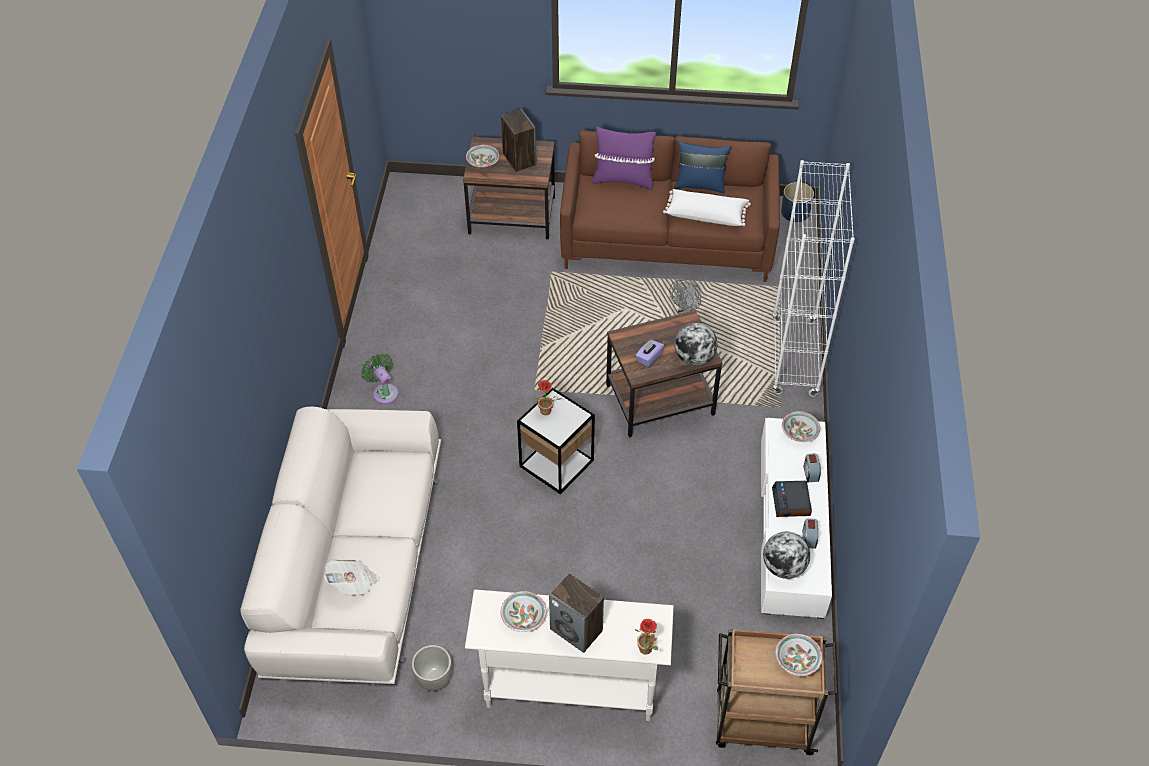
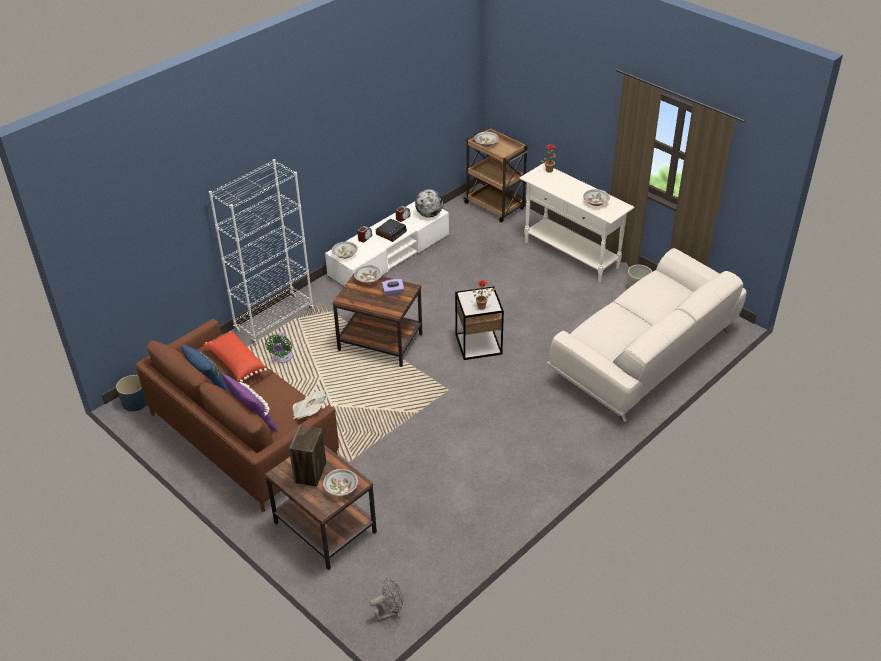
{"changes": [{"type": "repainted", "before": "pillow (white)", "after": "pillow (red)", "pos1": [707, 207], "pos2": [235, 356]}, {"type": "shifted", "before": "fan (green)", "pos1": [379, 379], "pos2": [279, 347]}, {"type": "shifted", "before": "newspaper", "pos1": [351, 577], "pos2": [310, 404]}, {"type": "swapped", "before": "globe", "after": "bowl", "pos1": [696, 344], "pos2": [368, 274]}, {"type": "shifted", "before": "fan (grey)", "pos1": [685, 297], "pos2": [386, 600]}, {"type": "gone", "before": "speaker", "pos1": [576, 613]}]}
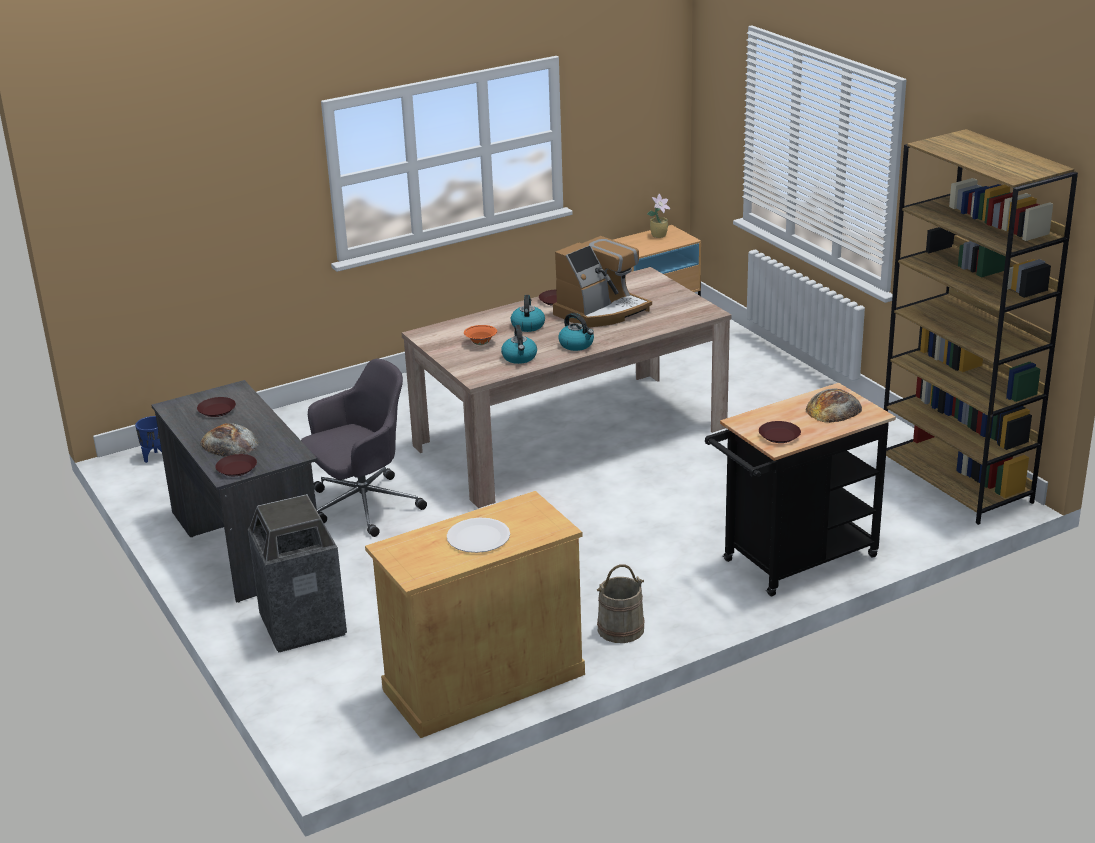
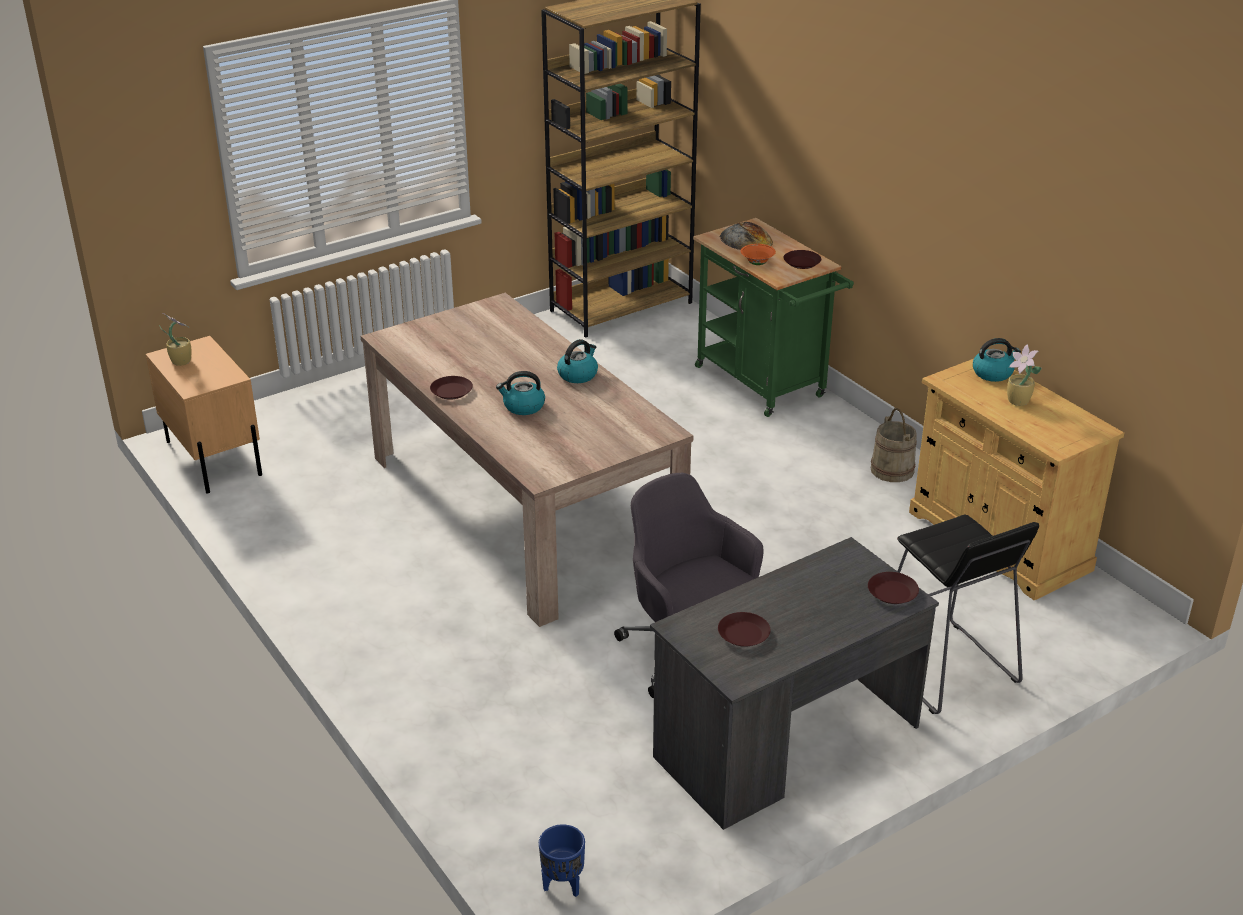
{"changes": [{"type": "repainted", "before": "cart (black)", "after": "cart (green)", "pos1": [800, 489], "pos2": [773, 317]}, {"type": "shifted", "before": "bowl (orange)", "pos1": [480, 335], "pos2": [758, 254]}, {"type": "swapped", "before": "trash can", "after": "stool (black)", "pos1": [297, 573], "pos2": [968, 614]}, {"type": "shifted", "before": "kettle", "pos1": [519, 344], "pos2": [997, 360]}, {"type": "swapped", "before": "plate (white)", "after": "potted plant", "pos1": [478, 535], "pos2": [1024, 375]}, {"type": "gone", "before": "bread", "pos1": [229, 440]}, {"type": "gone", "before": "coffee machine", "pos1": [602, 282]}]}
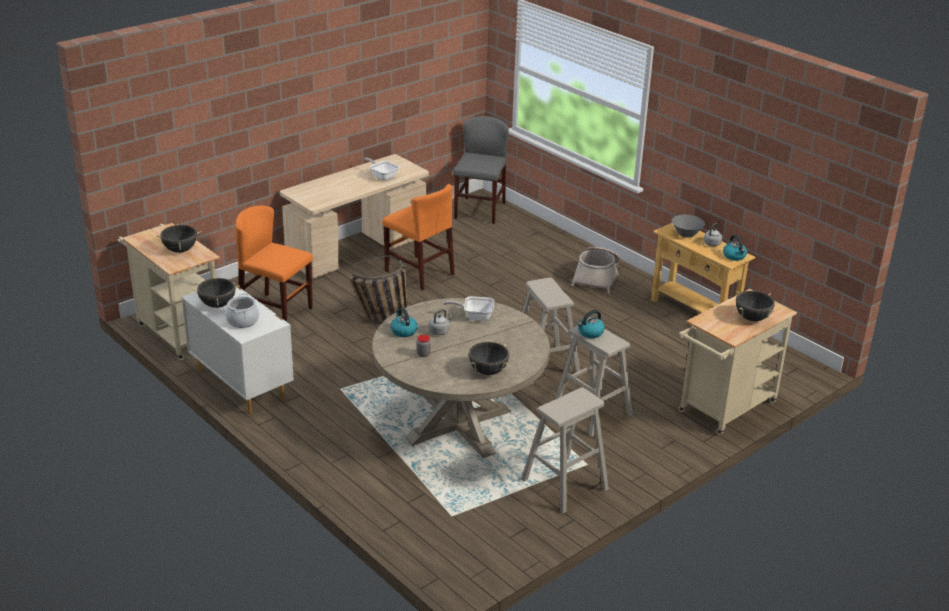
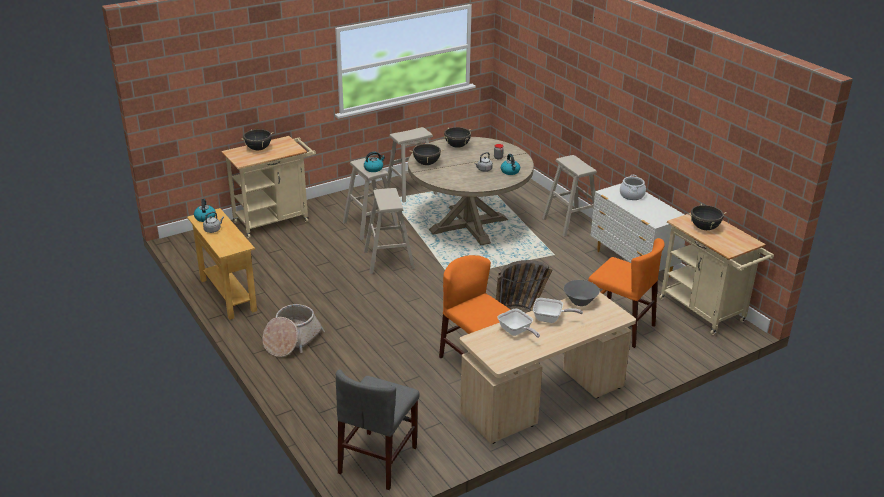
{"changes": [{"type": "shifted", "before": "cooking pot (black)", "pos1": [216, 292], "pos2": [426, 154]}, {"type": "shifted", "before": "frying pan", "pos1": [468, 308], "pos2": [558, 310]}, {"type": "new", "after": "stool (beige)", "pos2": [569, 196]}, {"type": "shifted", "before": "bowl (grey)", "pos1": [688, 226], "pos2": [582, 293]}]}
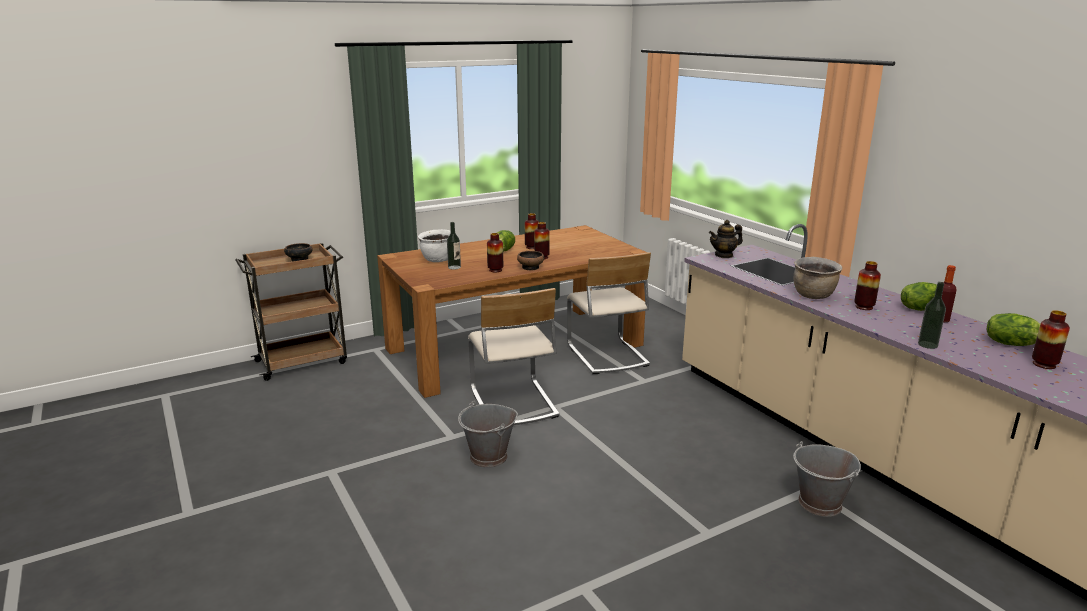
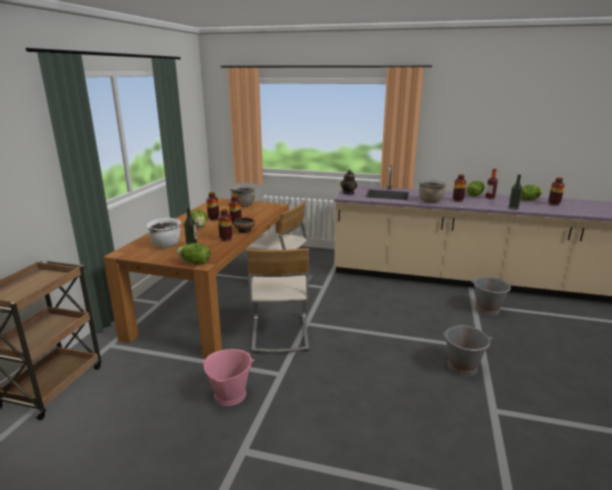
{"changes": [{"type": "new", "after": "lettuce", "pos2": [193, 254]}, {"type": "new", "after": "bucket (pink)", "pos2": [228, 377]}, {"type": "new", "after": "cooking pot (brown)", "pos2": [242, 196]}, {"type": "rotated", "before": "chair (beige)", "pos1": [513, 356], "pos2": [278, 300], "turn": 60}, {"type": "shifted", "before": "bucket (grey)", "pos1": [488, 434], "pos2": [468, 350]}, {"type": "gone", "before": "bowl", "pos1": [298, 252]}]}
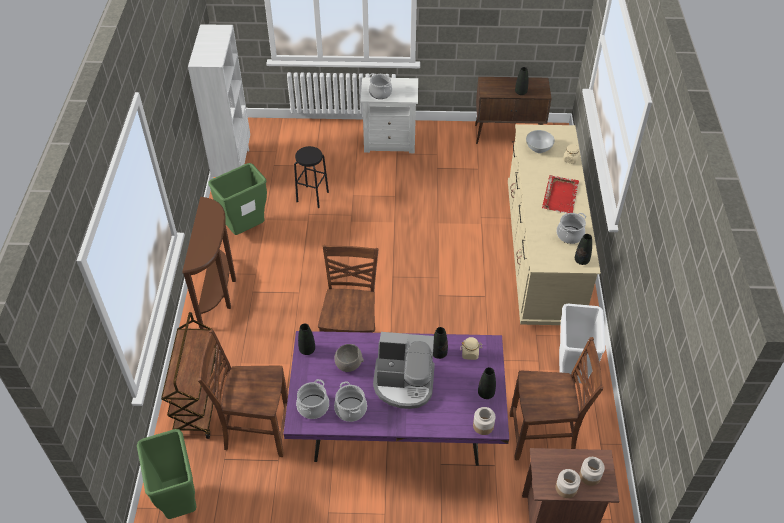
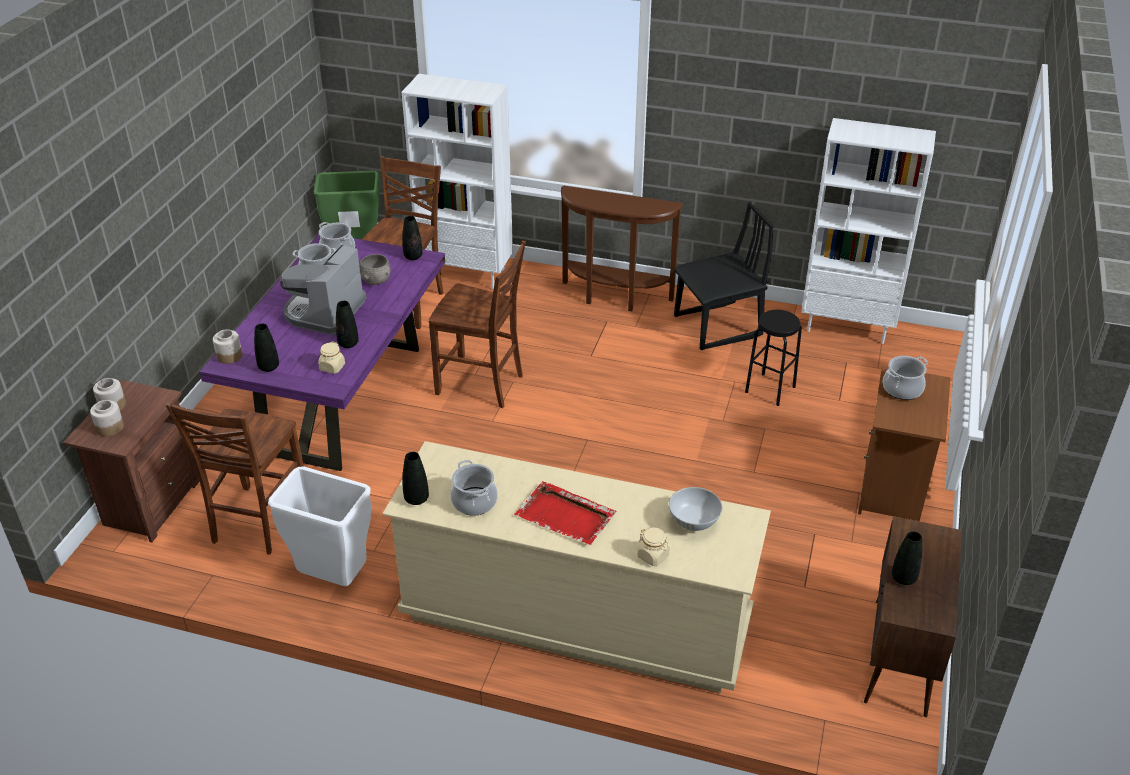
{"changes": [{"type": "swapped", "before": "cart (brown)", "after": "bookcase (white)", "pos1": [191, 375], "pos2": [457, 181]}, {"type": "swapped", "before": "trash can (green)", "after": "chair (black)", "pos1": [237, 199], "pos2": [724, 276]}, {"type": "repainted", "before": "nightstand (white)", "after": "nightstand (brown)", "pos1": [389, 115], "pos2": [904, 443]}]}
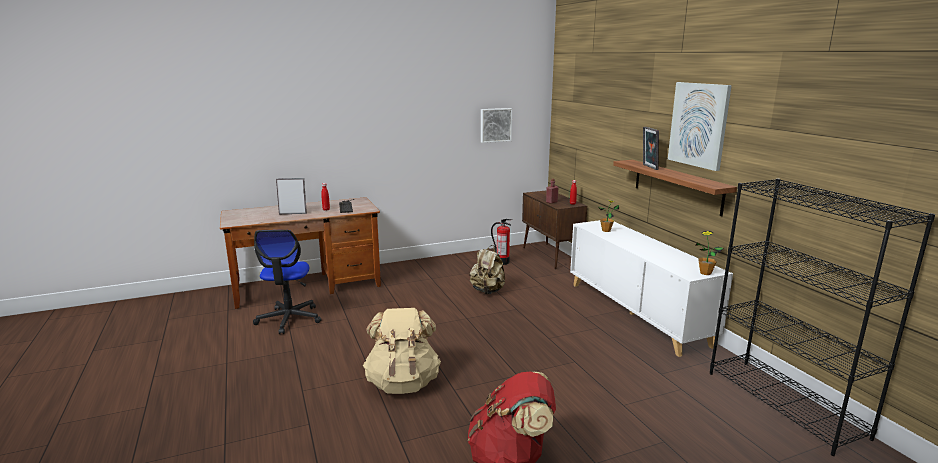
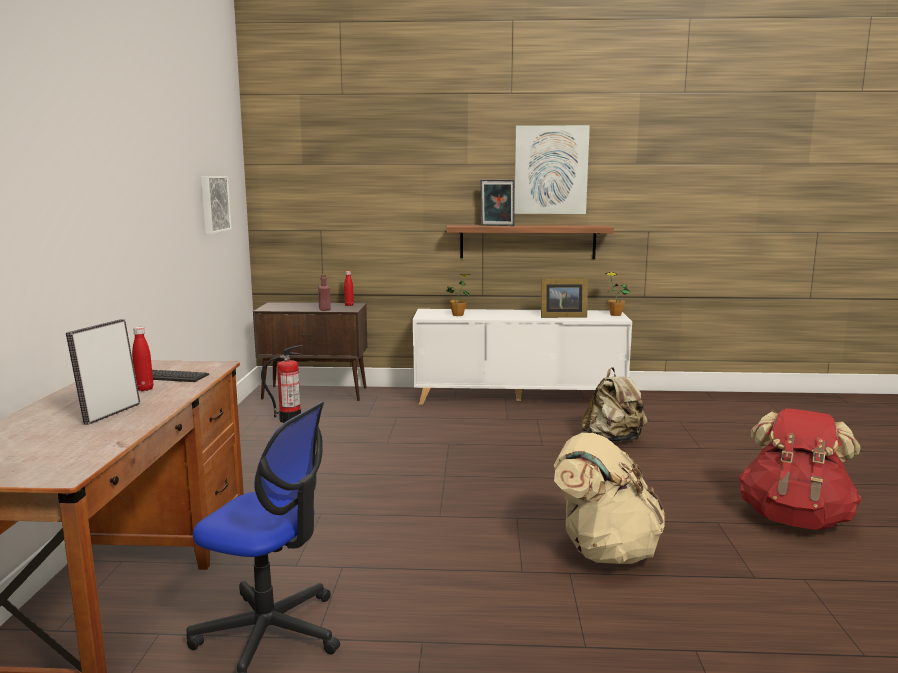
{"changes": [{"type": "new", "after": "picture frame", "pos2": [564, 298]}, {"type": "shifted", "before": "backpack (beige)", "pos1": [487, 269], "pos2": [614, 404]}, {"type": "gone", "before": "bookcase (black)", "pos1": [822, 317]}]}
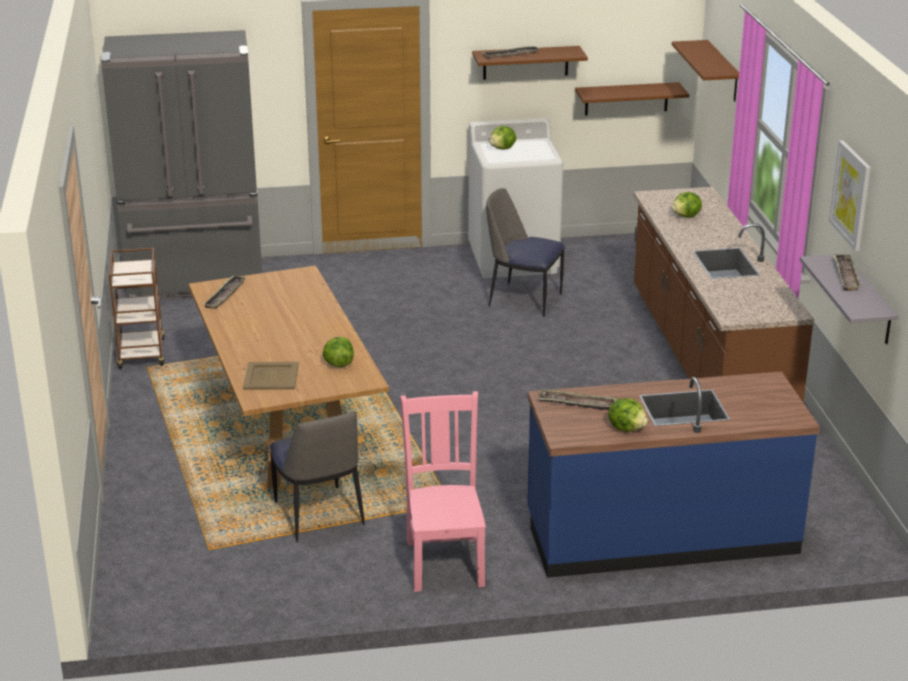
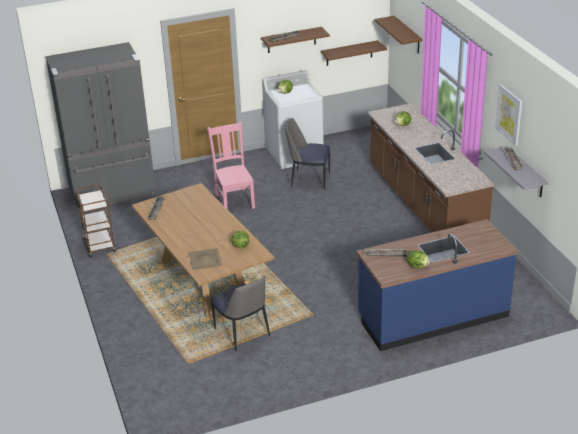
{"changes": [{"type": "shifted", "before": "chair (pink)", "pos1": [443, 491], "pos2": [231, 165]}]}
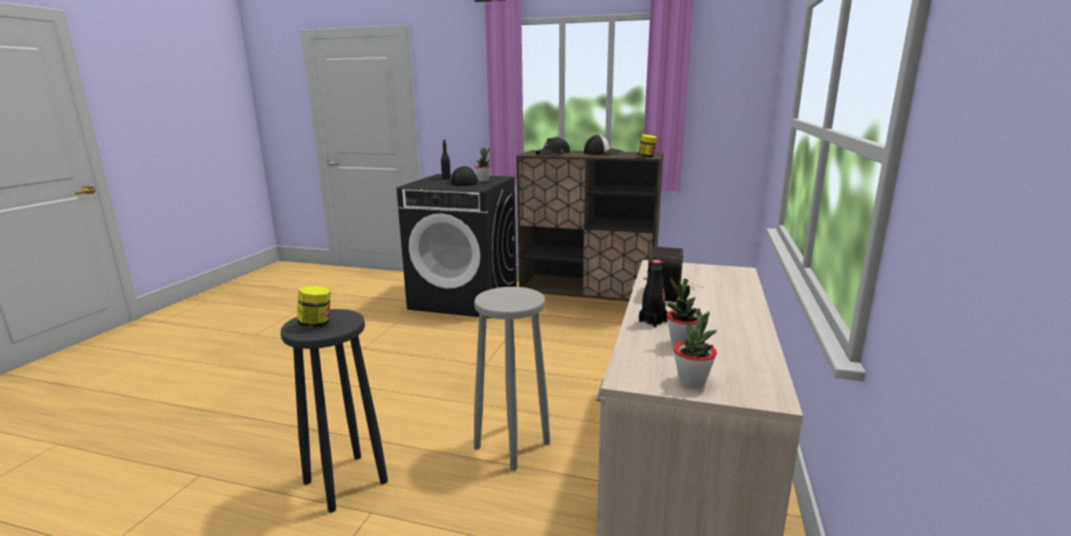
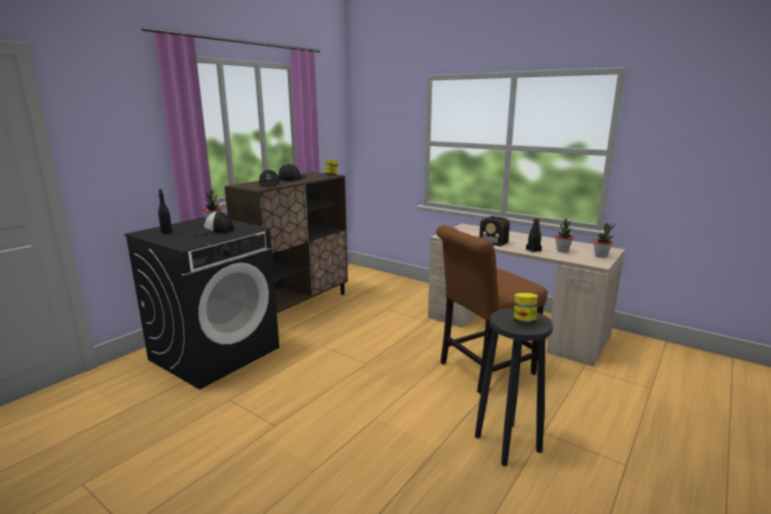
{"changes": [{"type": "swapped", "before": "stool (grey)", "after": "chair (brown)", "pos1": [512, 378], "pos2": [492, 309]}]}
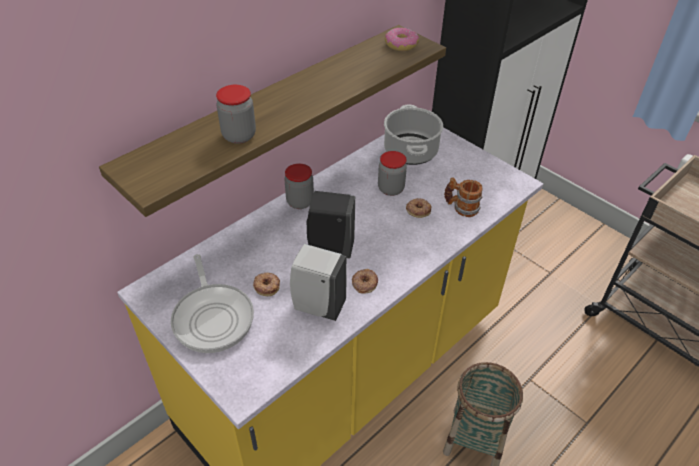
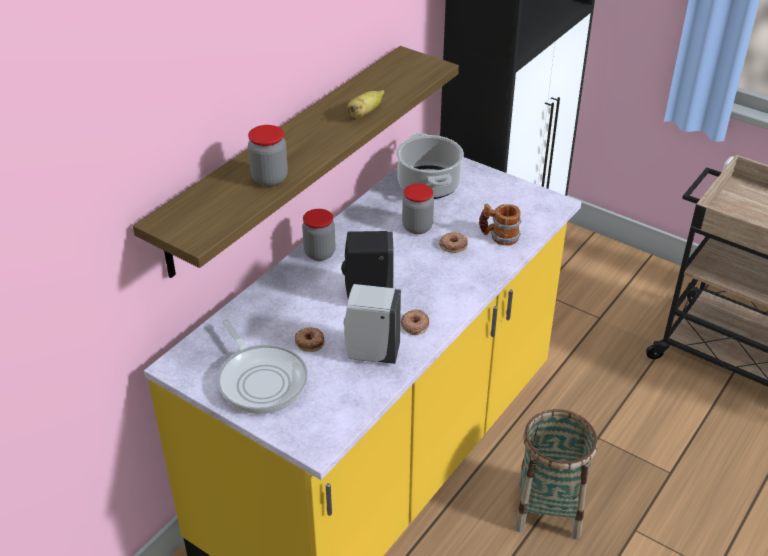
{"changes": [{"type": "new", "after": "banana", "pos2": [365, 104]}, {"type": "gone", "before": "donut", "pos1": [402, 39]}]}
